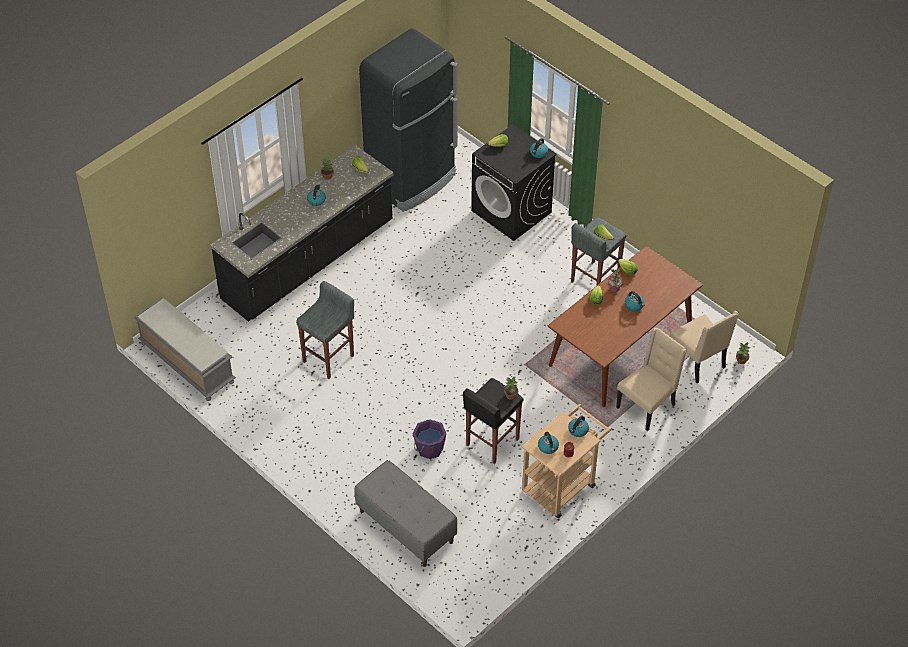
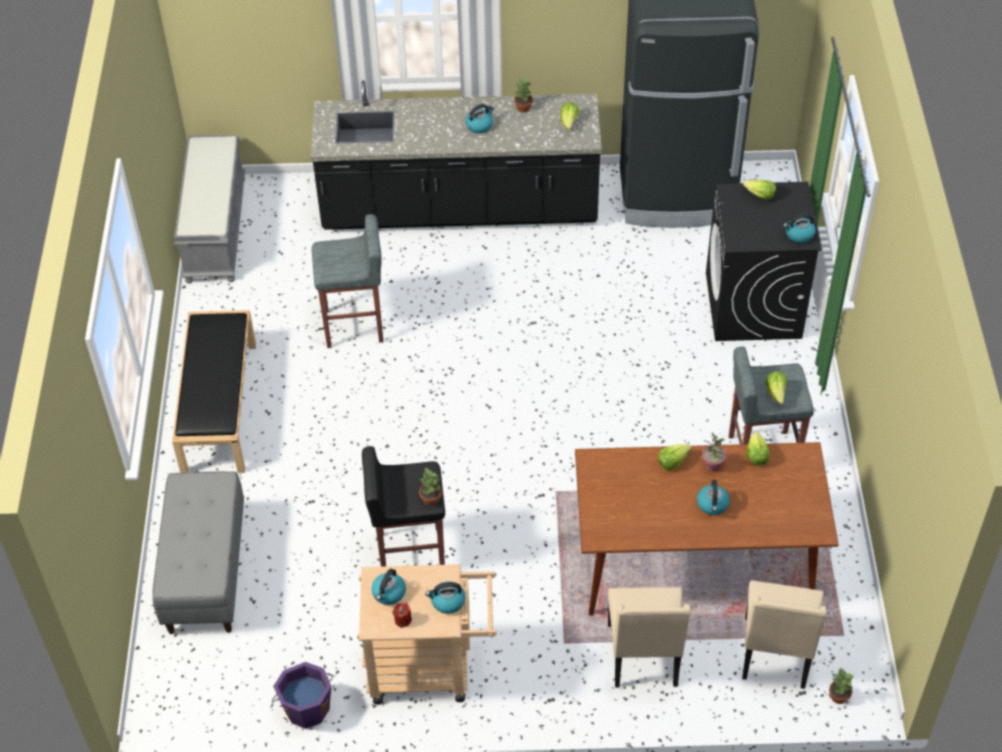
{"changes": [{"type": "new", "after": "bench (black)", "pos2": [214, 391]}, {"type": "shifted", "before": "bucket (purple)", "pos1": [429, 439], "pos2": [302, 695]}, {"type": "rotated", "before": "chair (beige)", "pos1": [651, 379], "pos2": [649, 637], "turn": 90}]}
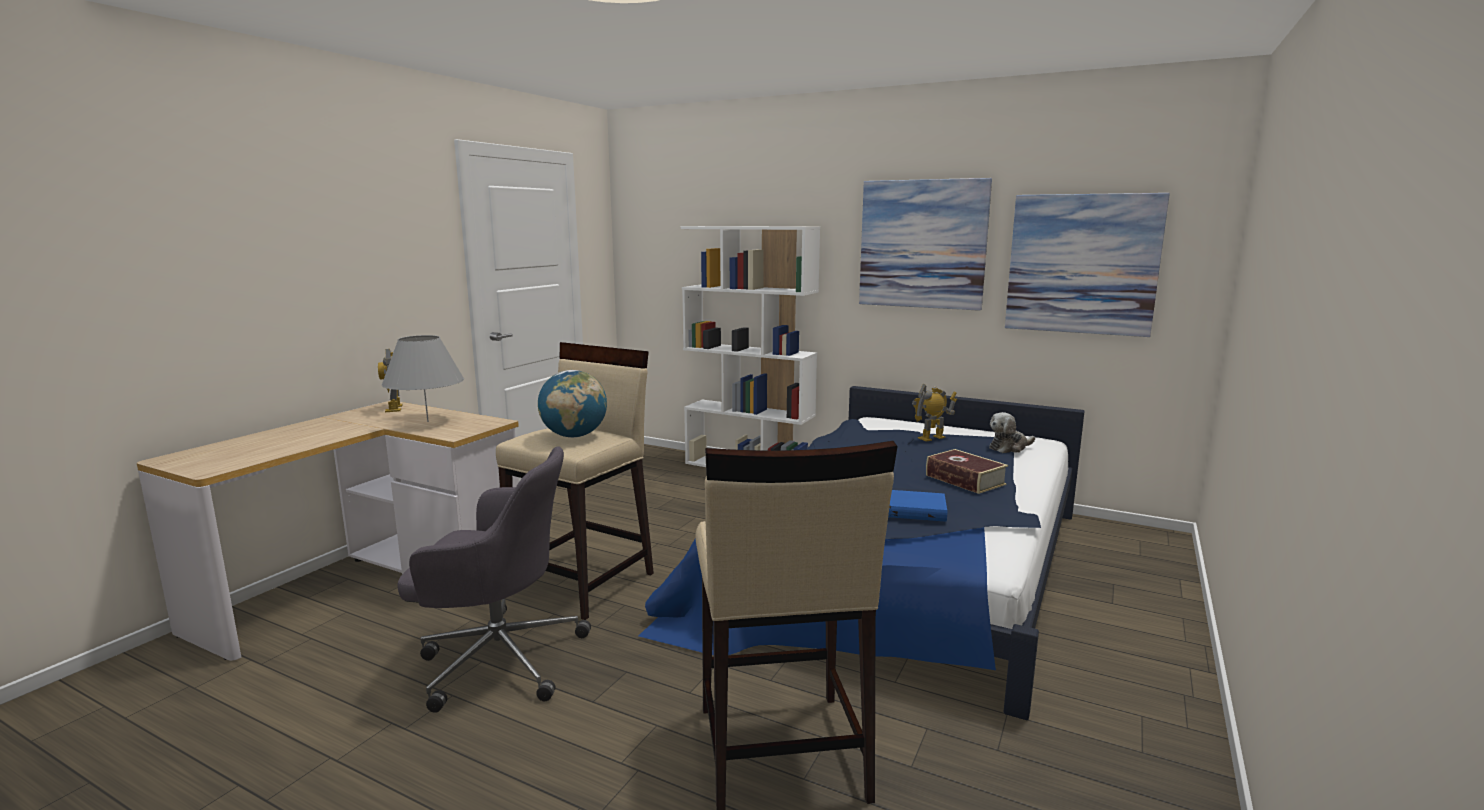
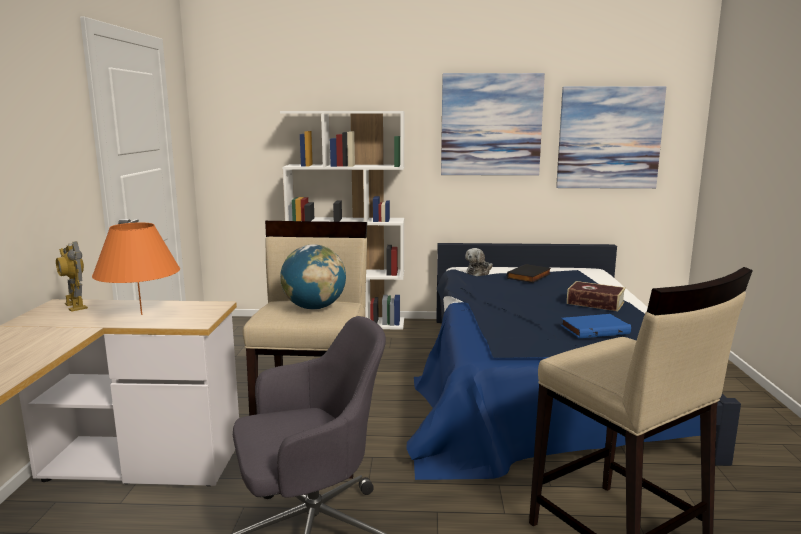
{"changes": [{"type": "repainted", "before": "table lamp (grey)", "after": "table lamp (orange)", "pos1": [423, 378], "pos2": [136, 268]}, {"type": "shifted", "before": "plush toy", "pos1": [1012, 432], "pos2": [479, 262]}, {"type": "swapped", "before": "toy robot", "after": "book (black)", "pos1": [934, 412], "pos2": [529, 273]}]}
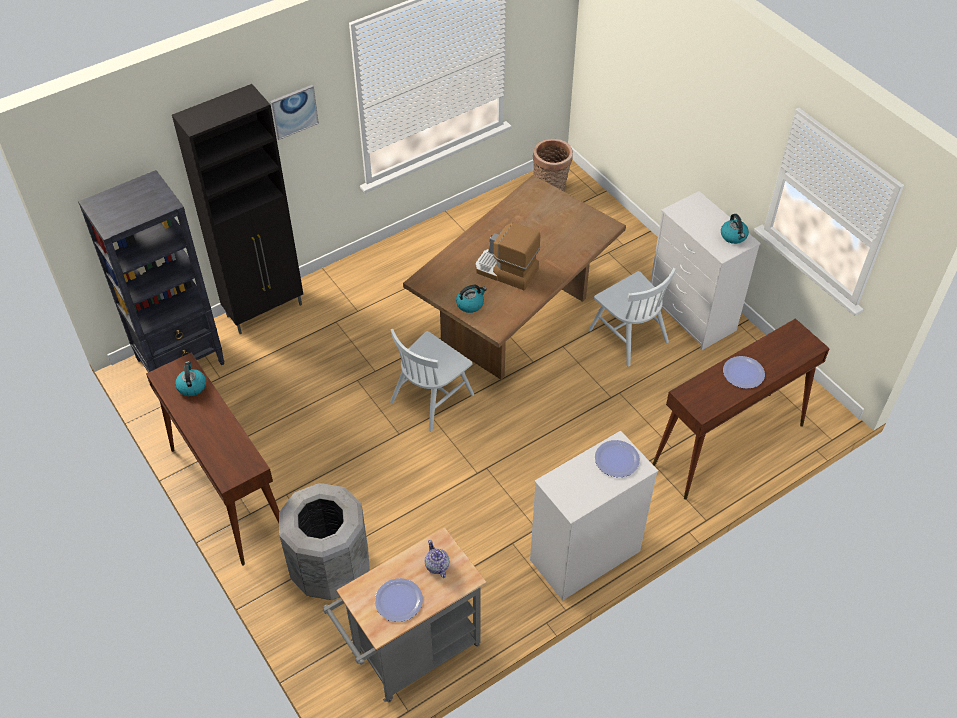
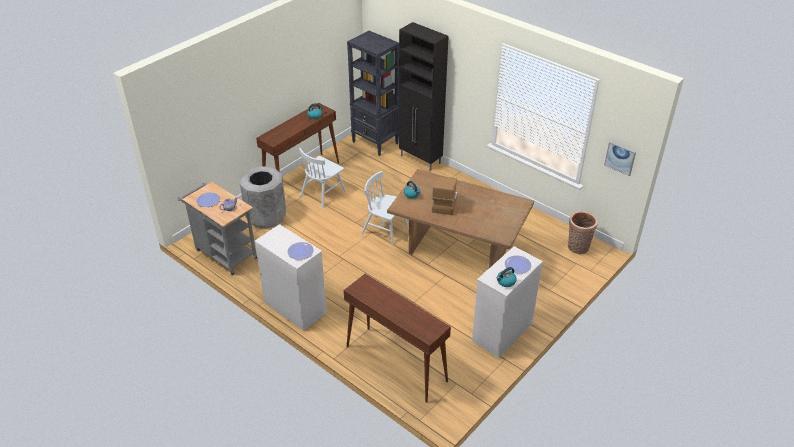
{"changes": [{"type": "shifted", "before": "chair (white)", "pos1": [632, 317], "pos2": [322, 178]}, {"type": "shifted", "before": "plate", "pos1": [744, 372], "pos2": [518, 264]}, {"type": "shifted", "before": "picture", "pos1": [294, 112], "pos2": [620, 159]}]}
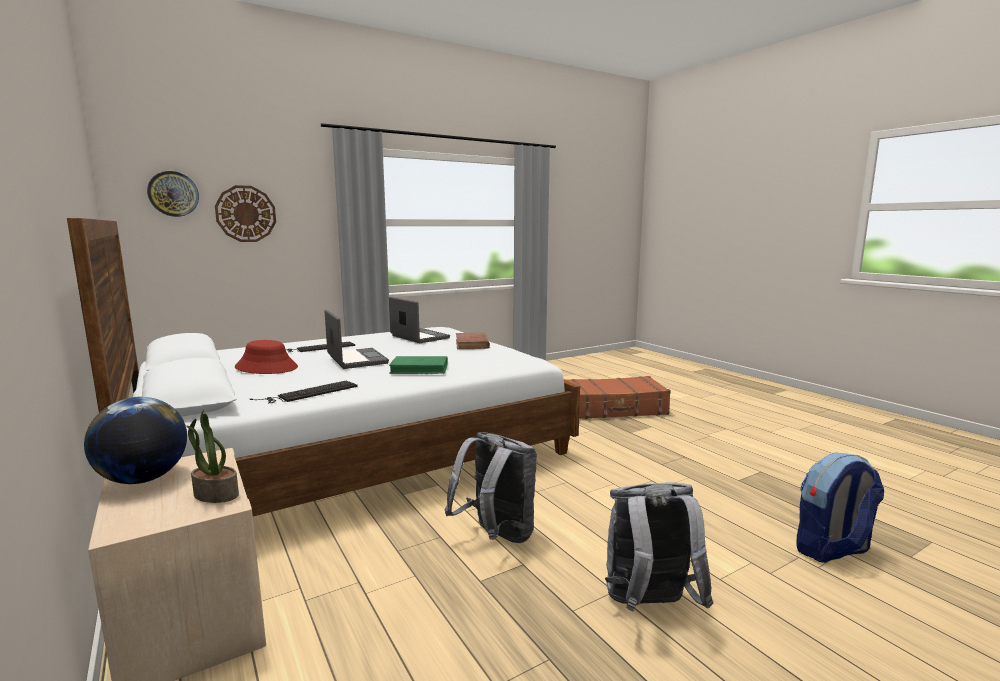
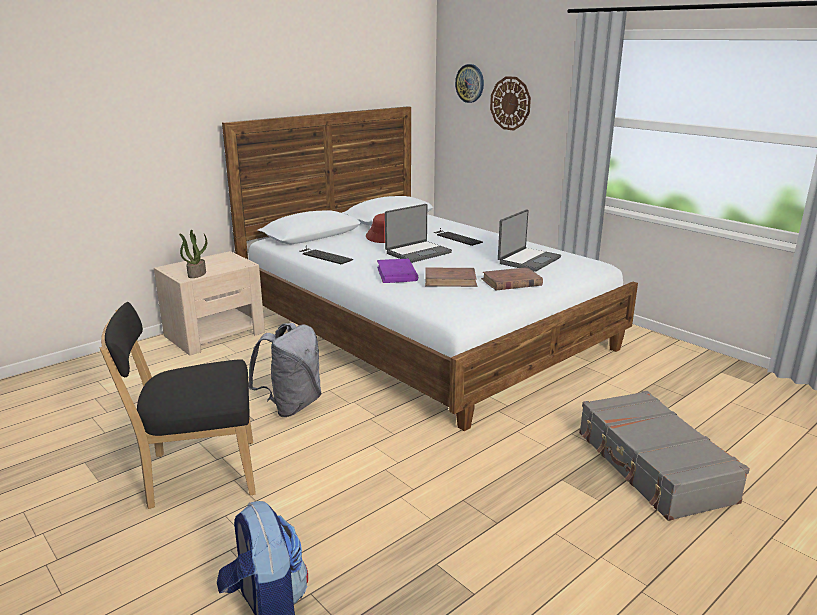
{"changes": [{"type": "swapped", "before": "backpack (grey)", "after": "chair (black)", "pos1": [659, 546], "pos2": [178, 405]}, {"type": "repainted", "before": "book (green)", "after": "book (purple)", "pos1": [418, 365], "pos2": [397, 271]}, {"type": "new", "after": "book (brown)", "pos2": [451, 277]}, {"type": "repainted", "before": "suitcase (brown)", "after": "suitcase (grey)", "pos1": [617, 397], "pos2": [664, 456]}, {"type": "gone", "before": "globe", "pos1": [135, 440]}]}
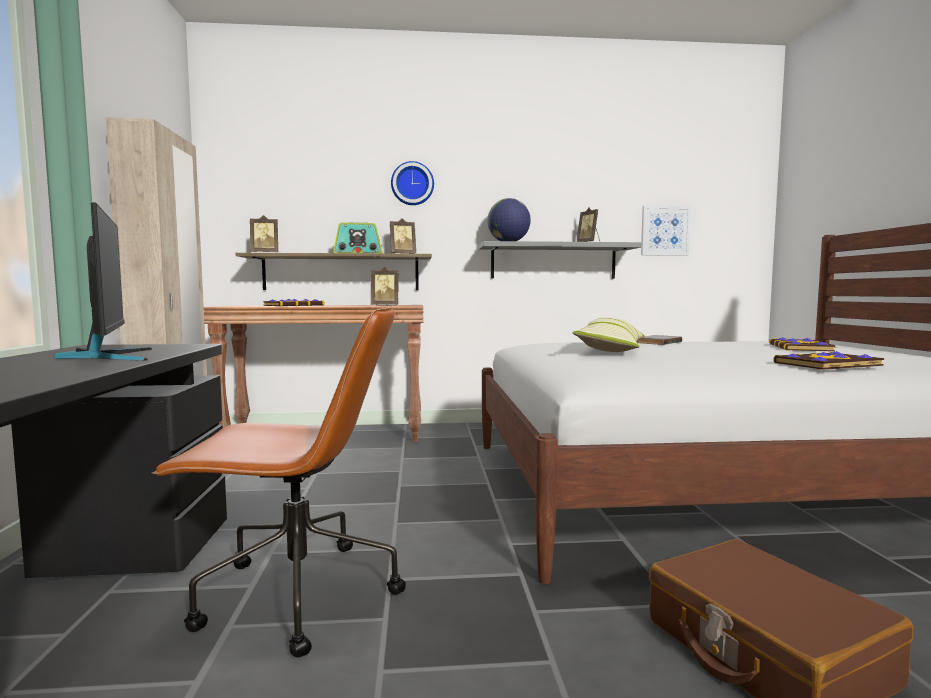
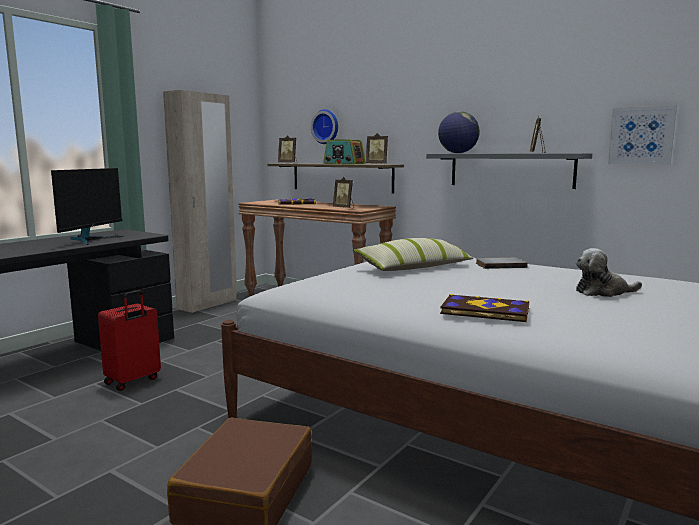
{"changes": [{"type": "swapped", "before": "office chair (brown)", "after": "suitcase (red)", "pos1": [279, 482], "pos2": [129, 340]}, {"type": "shifted", "before": "wall clock", "pos1": [412, 183], "pos2": [324, 126]}, {"type": "swapped", "before": "book", "after": "plush toy", "pos1": [803, 344], "pos2": [609, 272]}]}
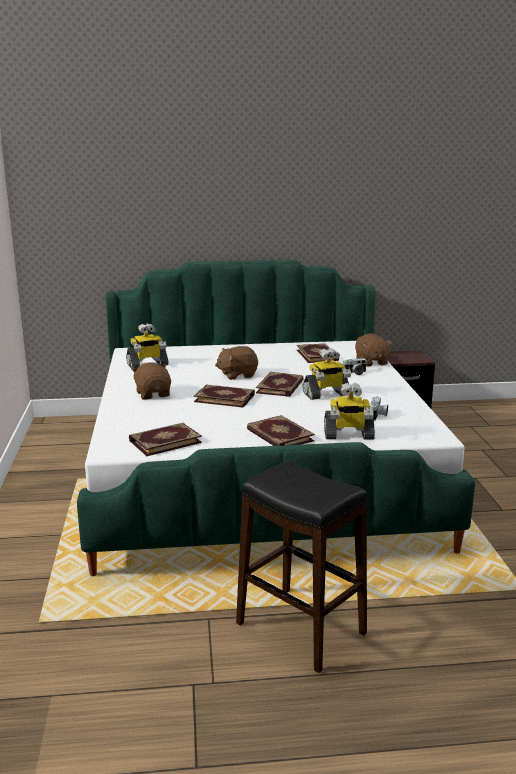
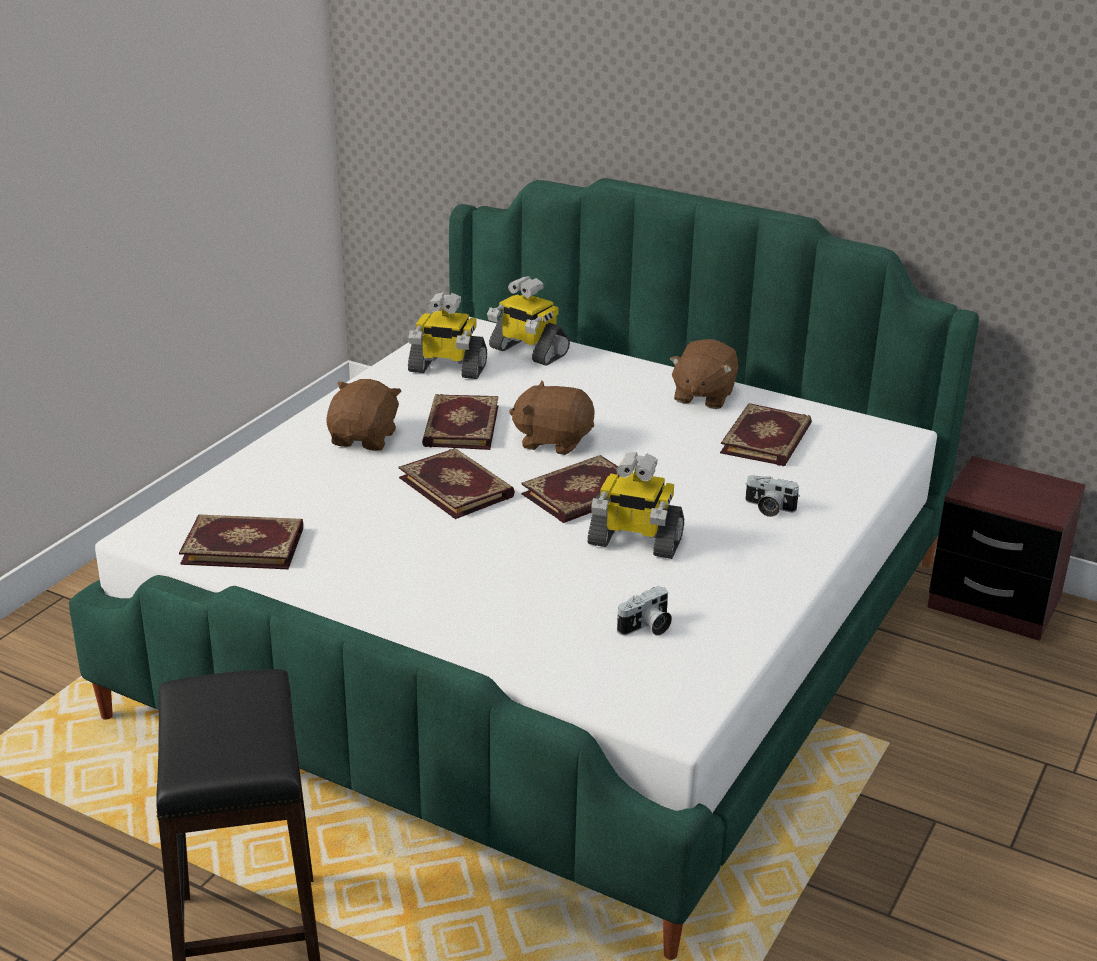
{"changes": [{"type": "shifted", "before": "book", "pos1": [281, 430], "pos2": [460, 422]}, {"type": "shifted", "before": "toy robot", "pos1": [349, 411], "pos2": [528, 321]}, {"type": "shifted", "before": "plush toy (brown)", "pos1": [373, 350], "pos2": [704, 374]}]}
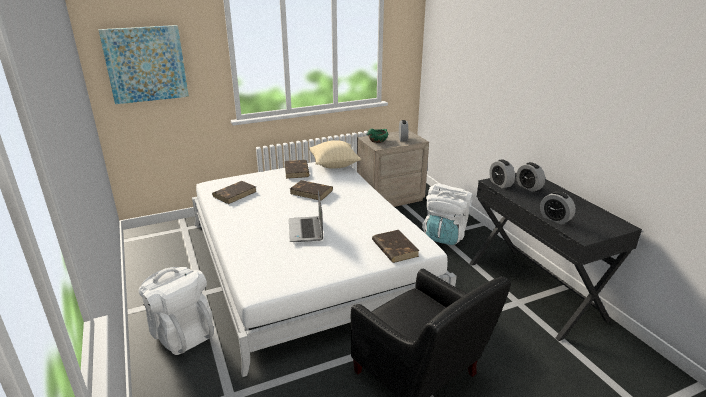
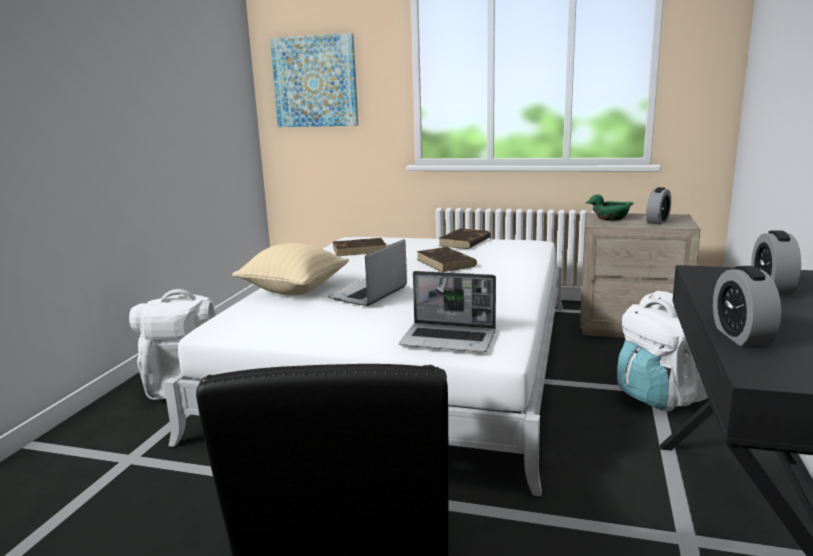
{"changes": [{"type": "shifted", "before": "pillow (beige)", "pos1": [335, 154], "pos2": [290, 269]}, {"type": "swapped", "before": "book (brown)", "after": "laptop", "pos1": [396, 246], "pos2": [447, 311]}, {"type": "gone", "before": "alarm clock", "pos1": [502, 173]}]}
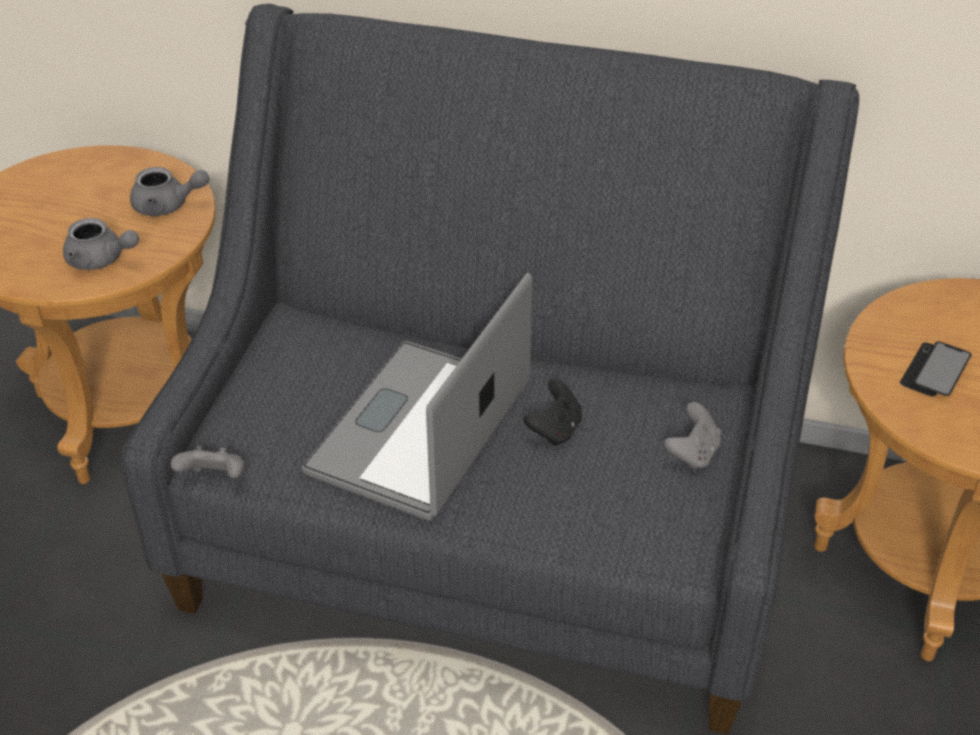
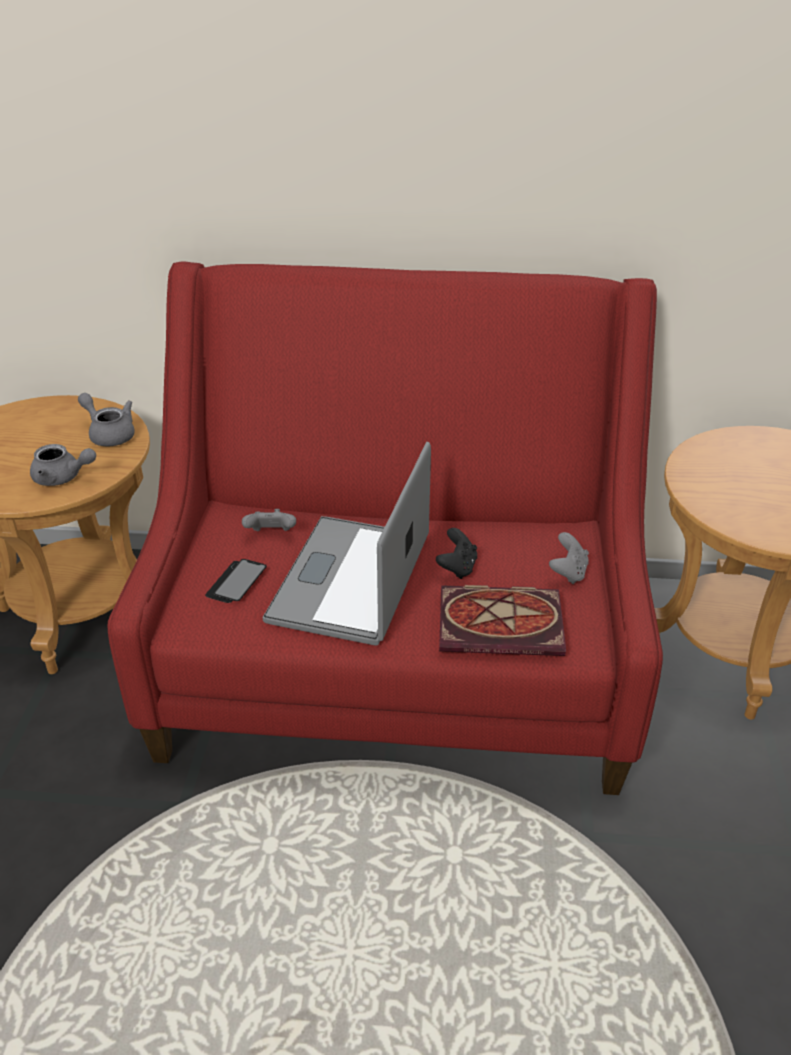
{"changes": [{"type": "rotated", "before": "teapot (grey)", "pos1": [169, 191], "pos2": [106, 419], "turn": -135}, {"type": "repainted", "before": "sofa (grey)", "after": "sofa (red)", "pos1": [490, 369], "pos2": [385, 528]}, {"type": "shifted", "before": "phone", "pos1": [936, 369], "pos2": [236, 581]}, {"type": "shifted", "before": "game controller (grey)", "pos1": [208, 462], "pos2": [269, 520]}, {"type": "new", "after": "book", "pos2": [502, 620]}]}
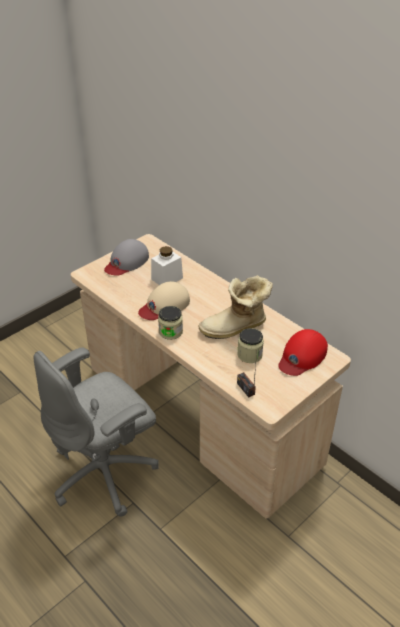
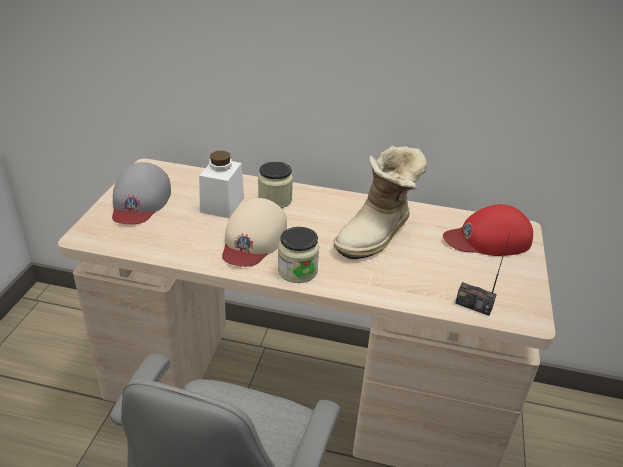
{"changes": [{"type": "shifted", "before": "jar", "pos1": [250, 345], "pos2": [275, 184]}, {"type": "rotated", "before": "cap (red)", "pos1": [303, 352], "pos2": [488, 230], "turn": 75}]}
